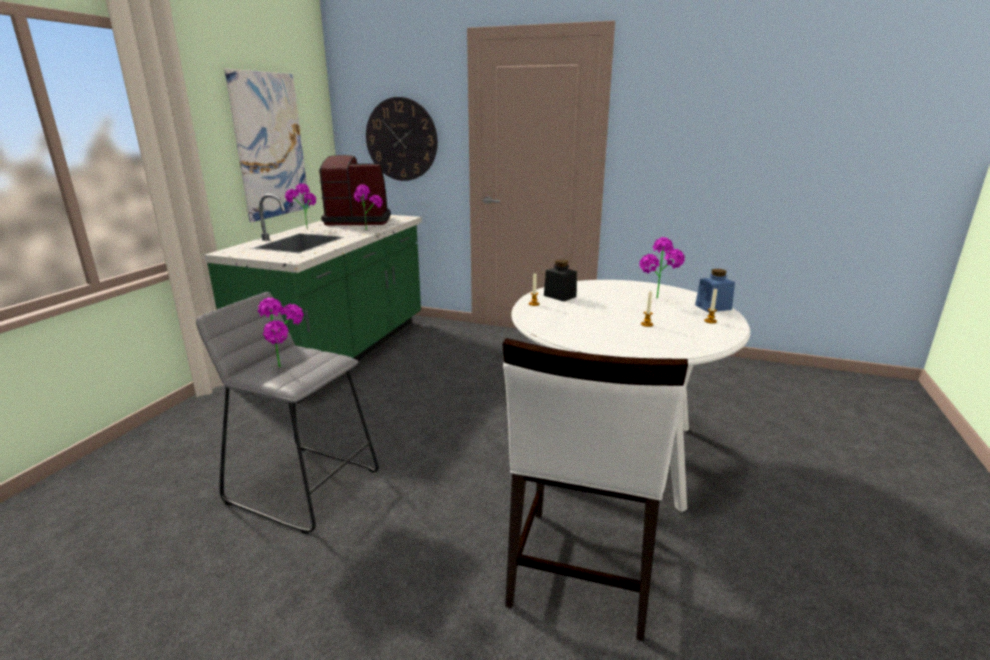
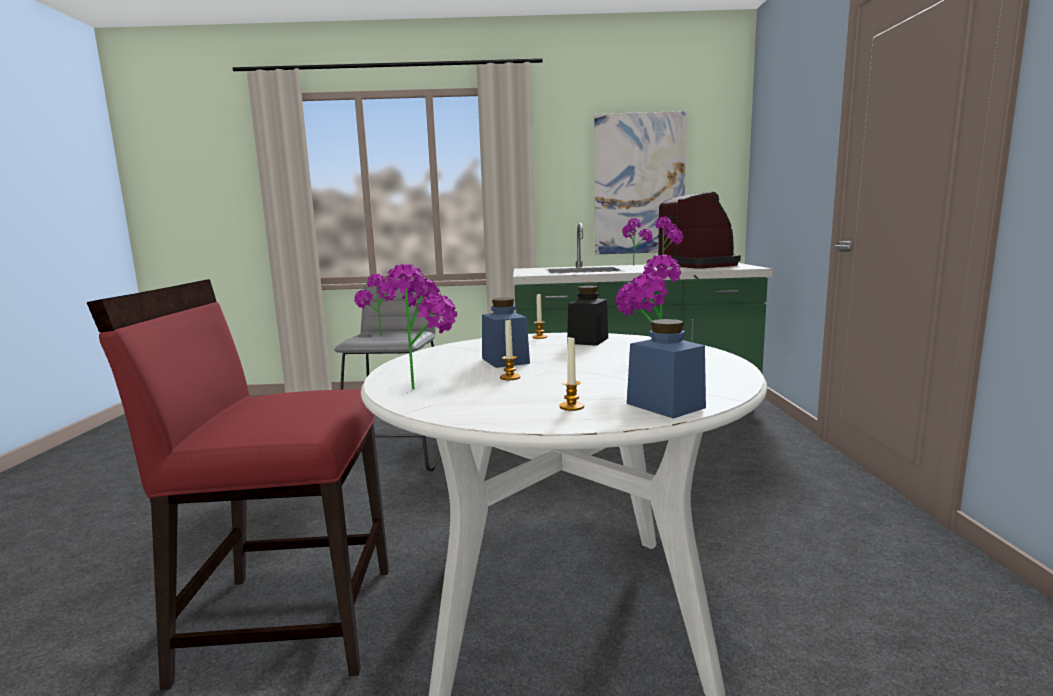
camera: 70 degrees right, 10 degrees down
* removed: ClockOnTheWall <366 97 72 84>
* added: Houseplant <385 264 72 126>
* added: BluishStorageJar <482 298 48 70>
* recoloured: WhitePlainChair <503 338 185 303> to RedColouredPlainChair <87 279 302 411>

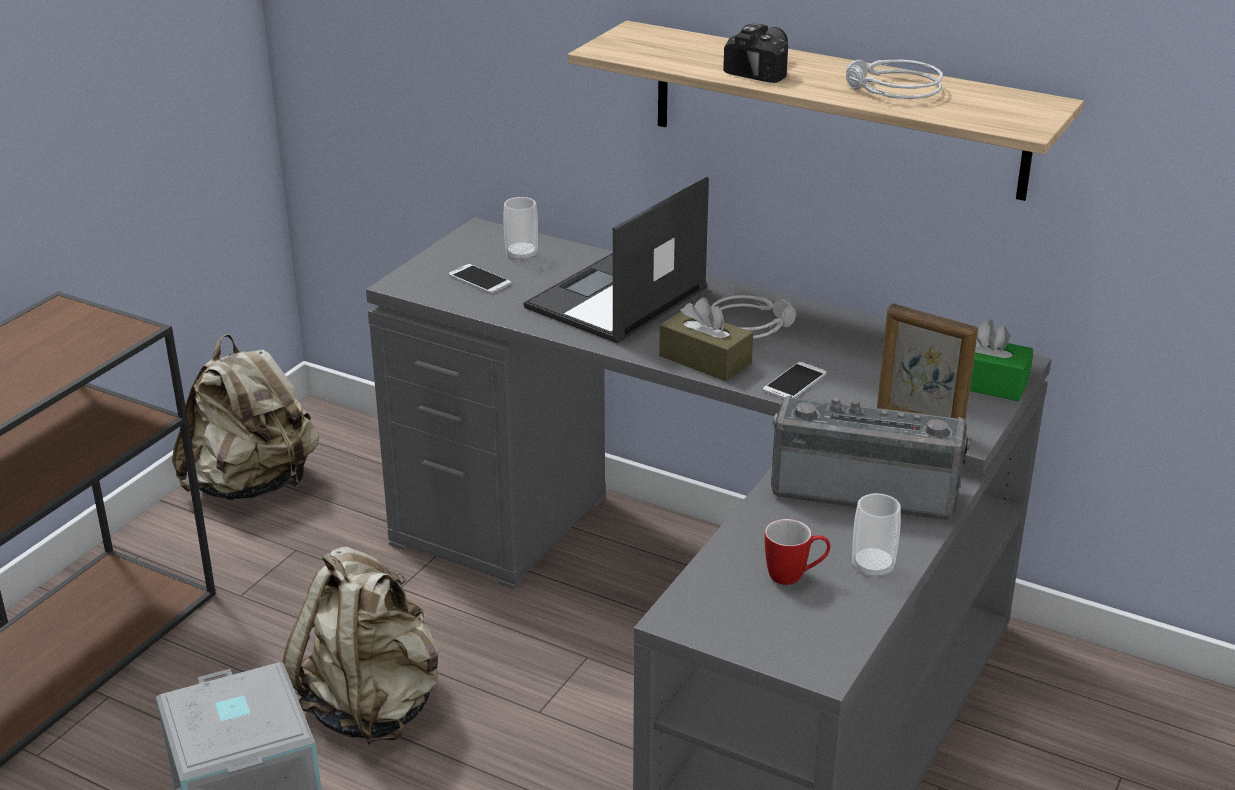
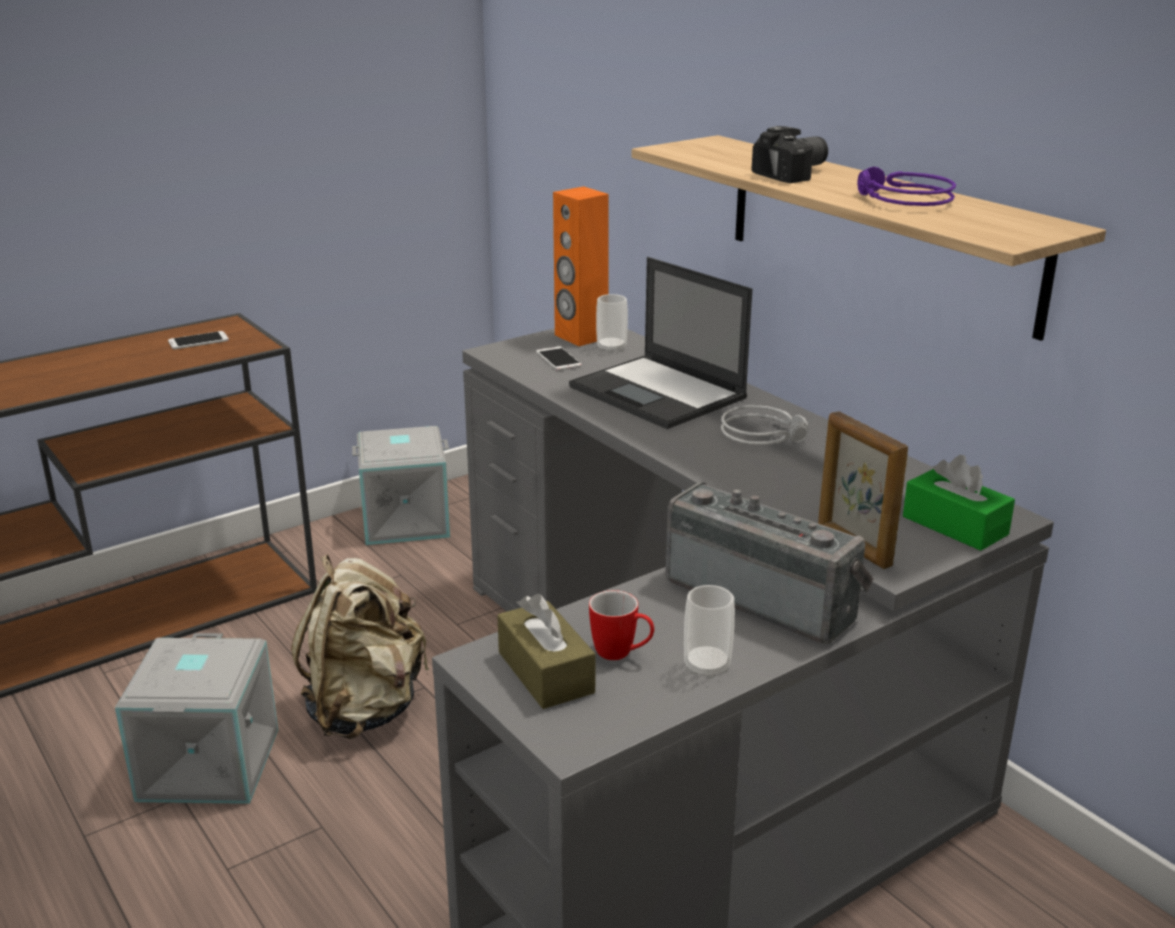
camera: 25 degrees right, 5 degrees down
* added: OrangeLoudspeaker <553 186 56 160>
* moved: BrownishBoxOfTissues <659 298 94 84> to <497 594 98 115>
* moved: Telephone <763 362 64 37> to <168 331 61 18>
* replaced: BeigeColouredBackpack <172 334 147 166> to GrayStorageContainer <352 426 98 119>
* recoloured: GrayPairOfHeadphones <846 59 97 40> to PurplishPairOfHeadphones <857 167 99 39>
* turned: Laptop <524 177 185 167> = <569 257 183 172> 105 degrees counterclockwise

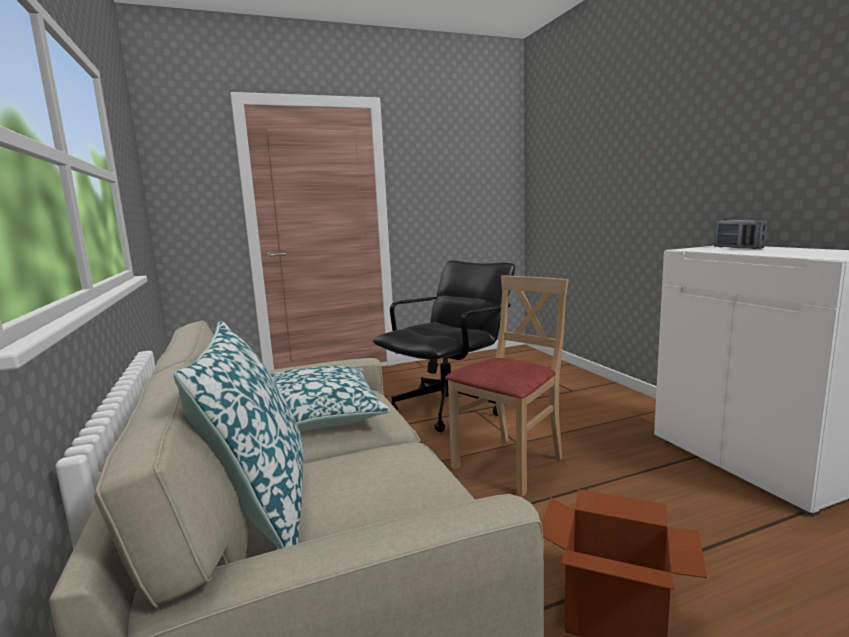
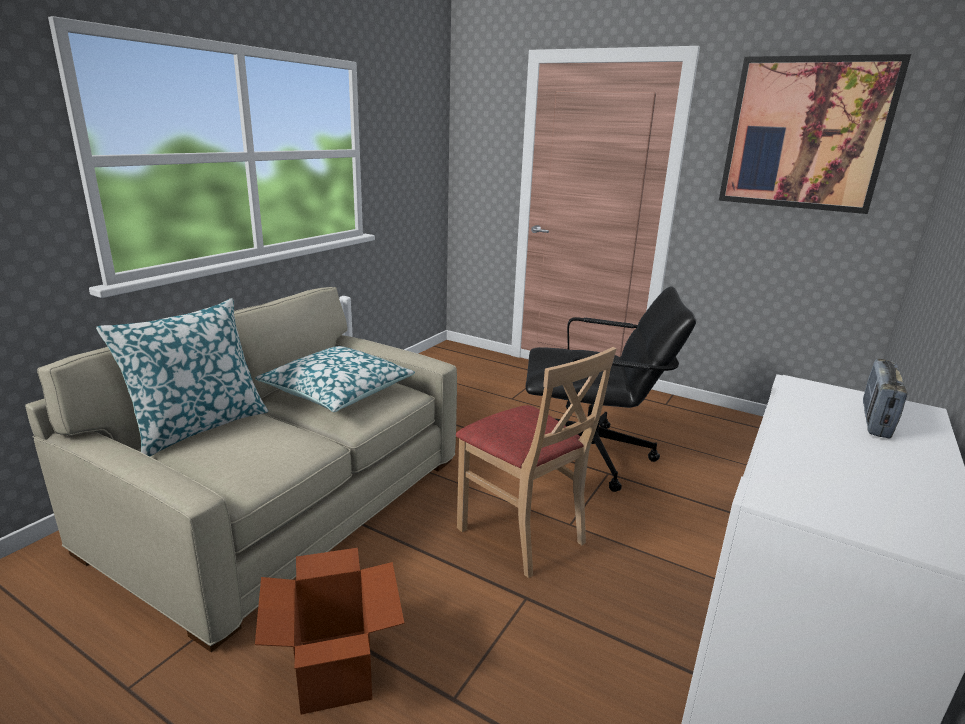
camera: 50 degrees right, 10 degrees up
* added: WallPicture <719 54 192 160>
* turned: BeigeColouredPlainChair <445 275 123 222> = <456 347 161 231> 45 degrees clockwise

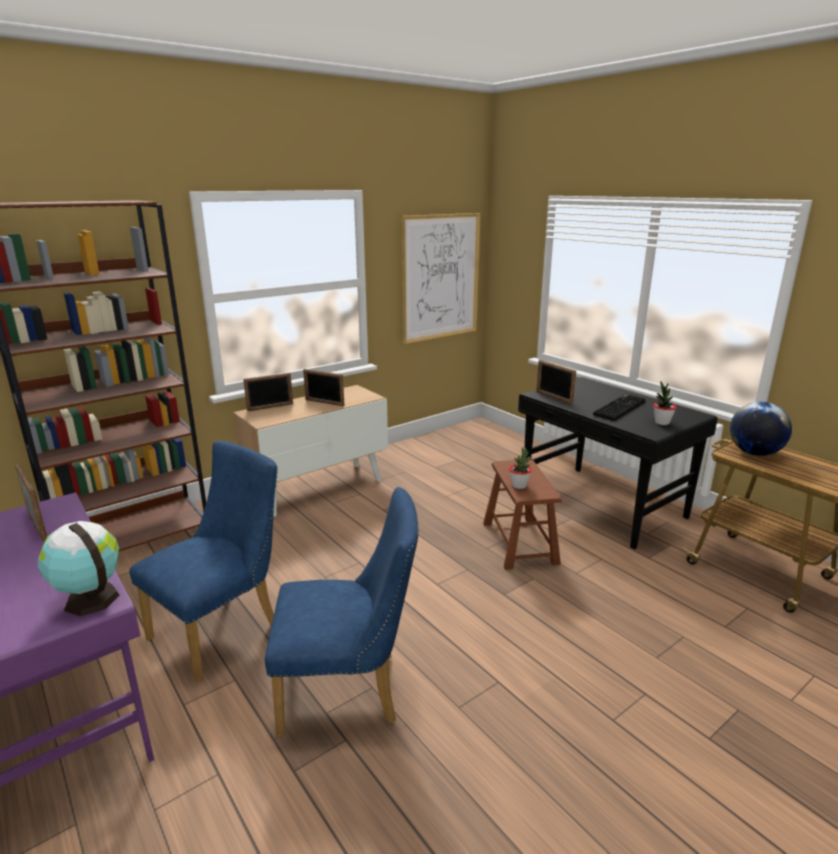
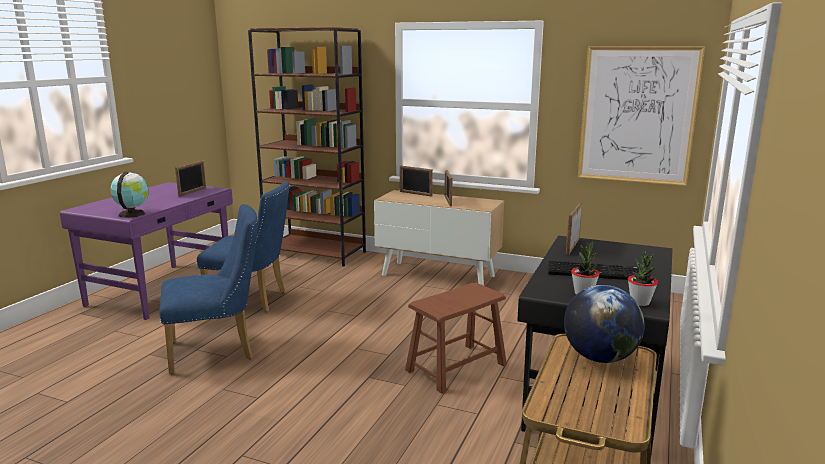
camera: 60 degrees right, 5 degrees down
* moved: Houseplant <509 447 23 42> to <628 251 30 55>
* turned: BluishPlainChair <265 487 154 250> = <159 204 99 170> 75 degrees counterclockwise

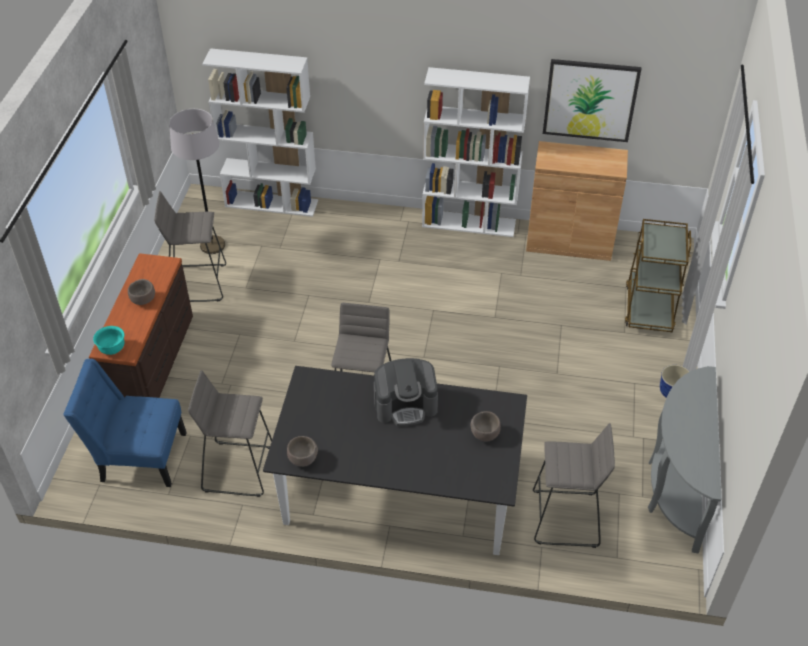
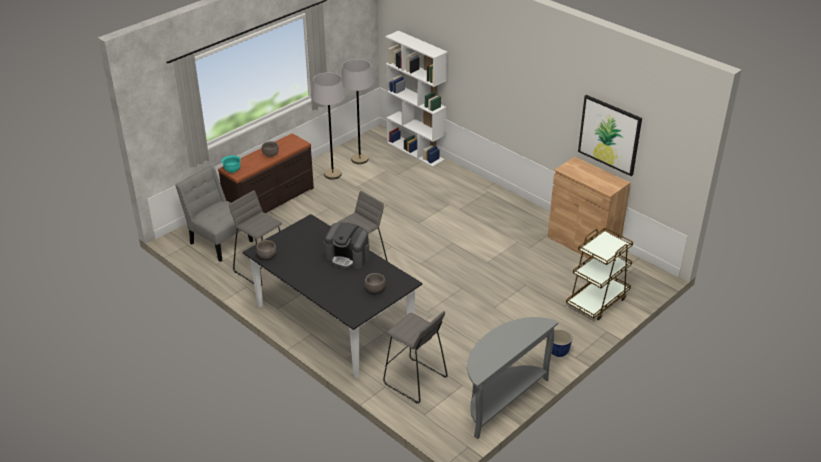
camera: 35 degrees right, 10 degrees down
* removed: WhiteShelvingUnit <422 67 108 170>
* replaced: GrayStoolSeat <154 191 72 111> to GrayStandardLamp <312 72 33 107>
* recoloured: BluishPlainChair <63 359 124 128> to GrayPlainChair <175 166 78 96>

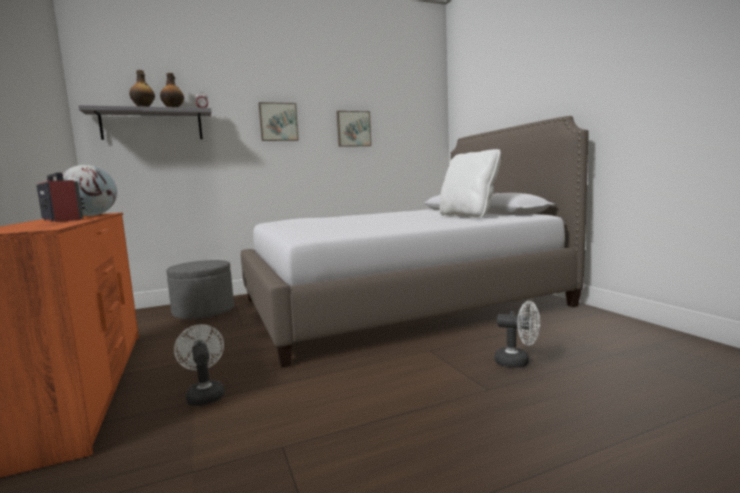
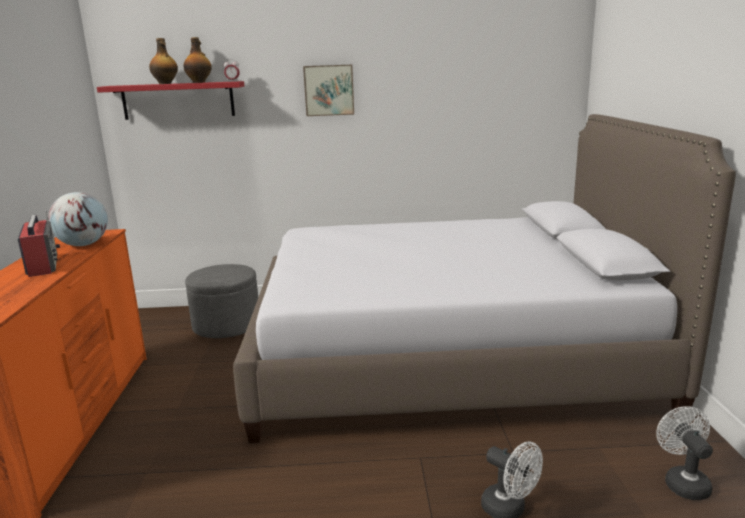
camera: 20 degrees right, 10 degrees up
* removed: WallPicture <336 111 36 36>
* removed: WhiteThrowPillow <439 149 62 69>
* moved: WhiteElectricFan <174 324 50 82> to <656 407 57 93>
* recoloured: GrayWallShelf <78 105 133 35> to RedColouredWallShelf <97 81 147 39>

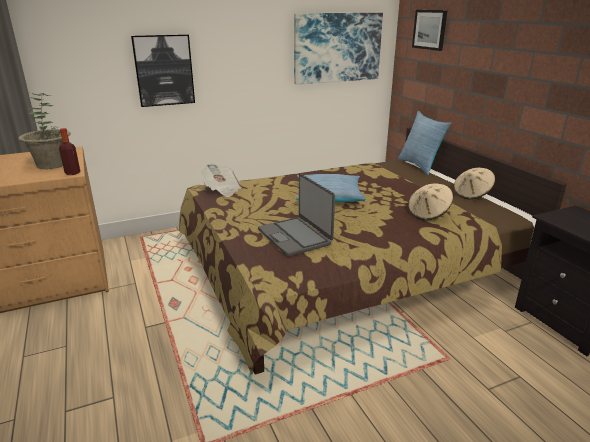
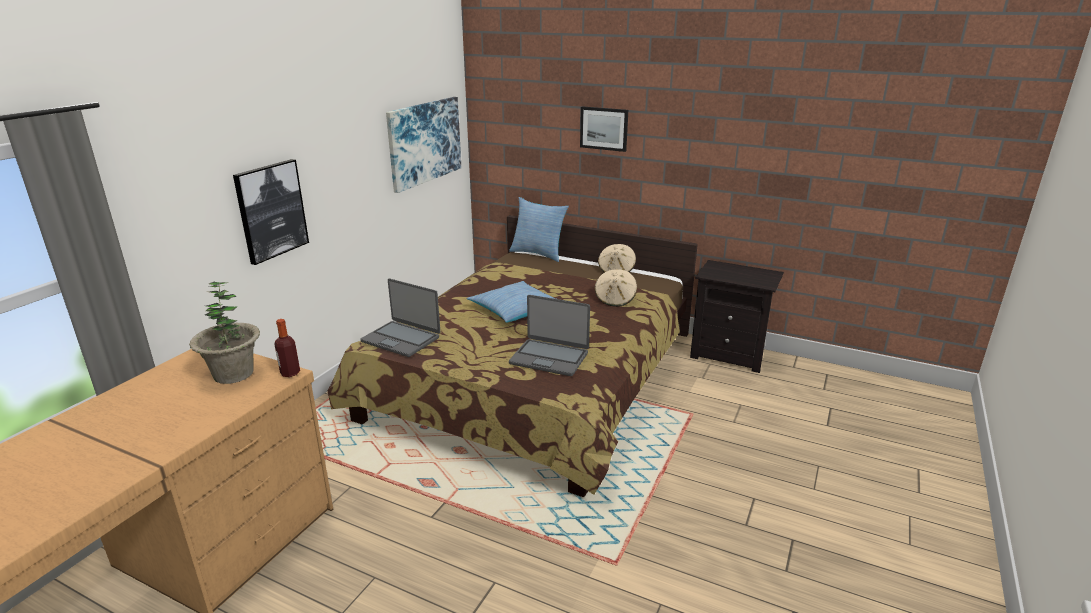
camera: 40 degrees left, 0 degrees up
* moved: WallPicture <412 10 35 41> to <580 106 48 46>
* replaced: PrintedPaper <201 164 41 33> to Laptop <360 279 80 78>

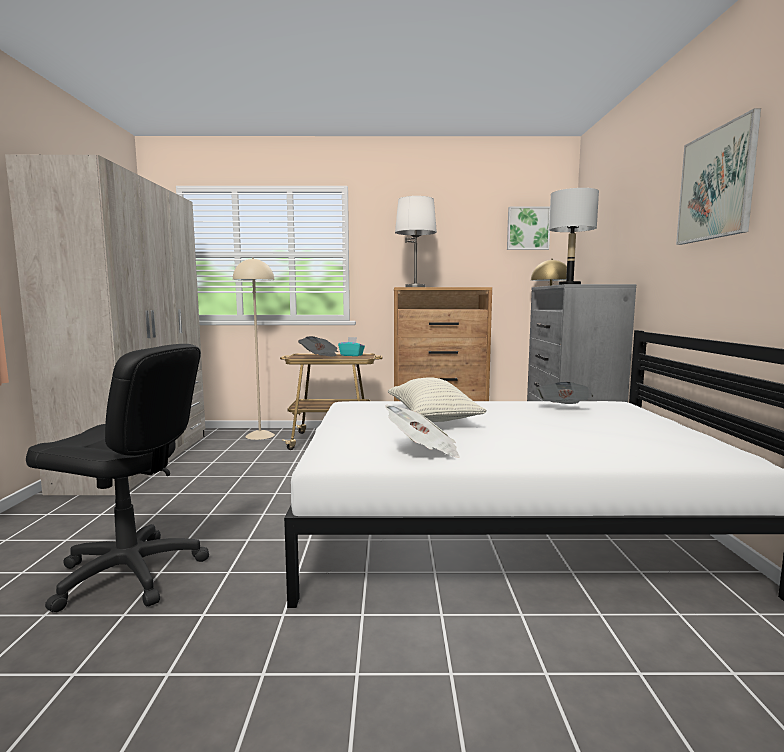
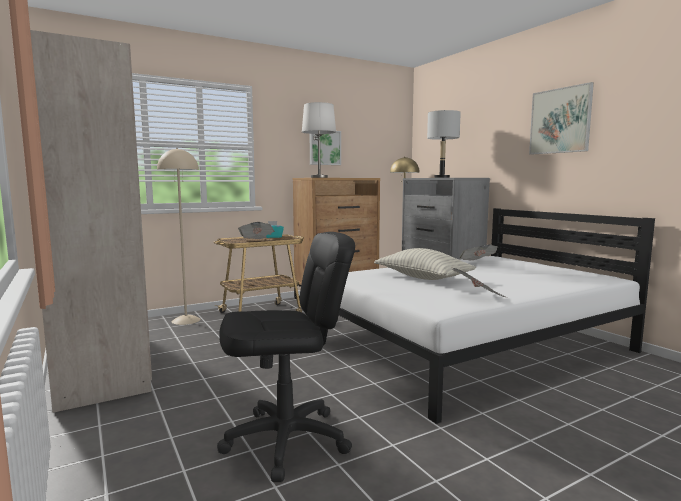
camera: 30 degrees left, 0 degrees up
* moved: WallPicture <507 206 43 44> to <310 131 31 34>

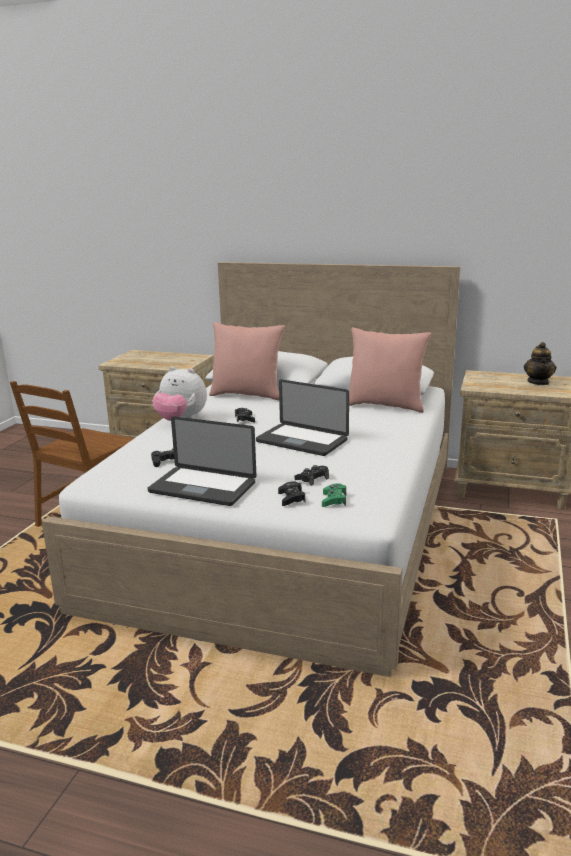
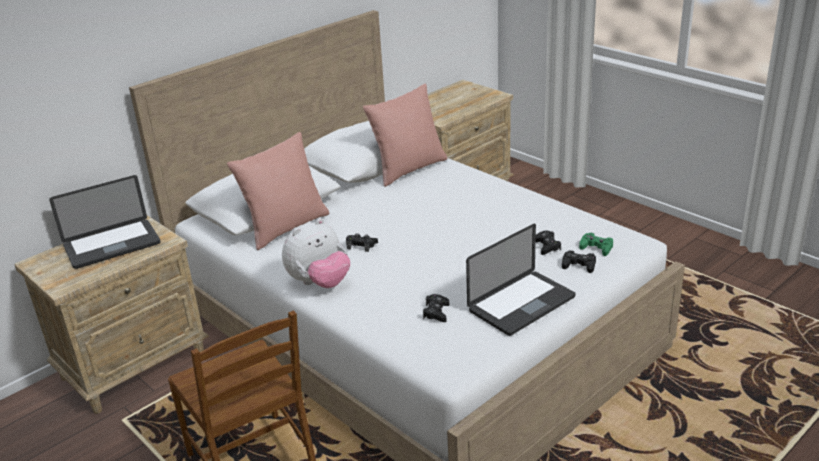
camera: 60 degrees left, 10 degrees up
* removed: TeaPot <524 342 32 43>
* moved: Laptop <256 379 93 77> to <49 175 111 94>

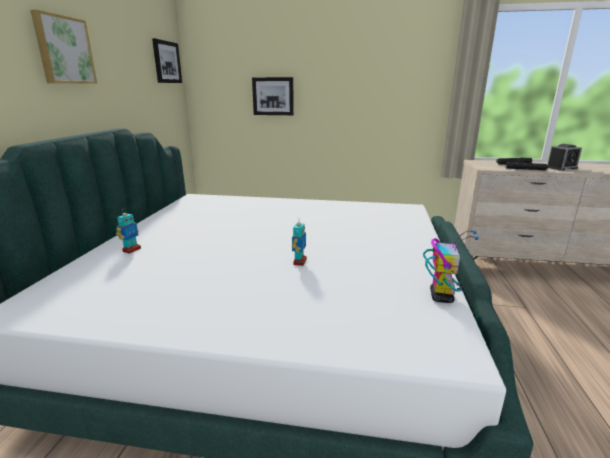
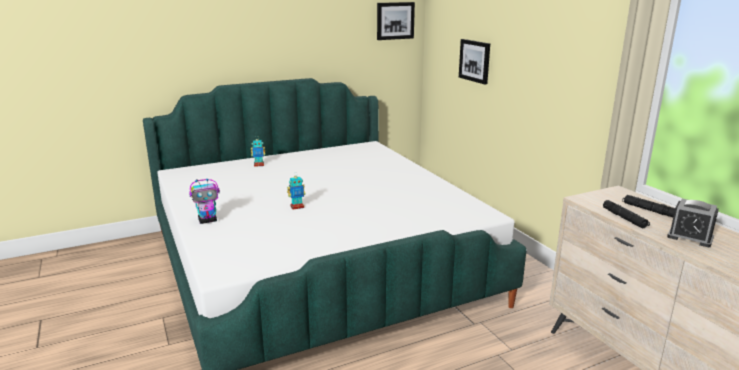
camera: 55 degrees right, 0 degrees up
* removed: WallPicture <30 10 67 74>
* moved: ToyRobot <423 231 56 72> to <189 178 31 46>

